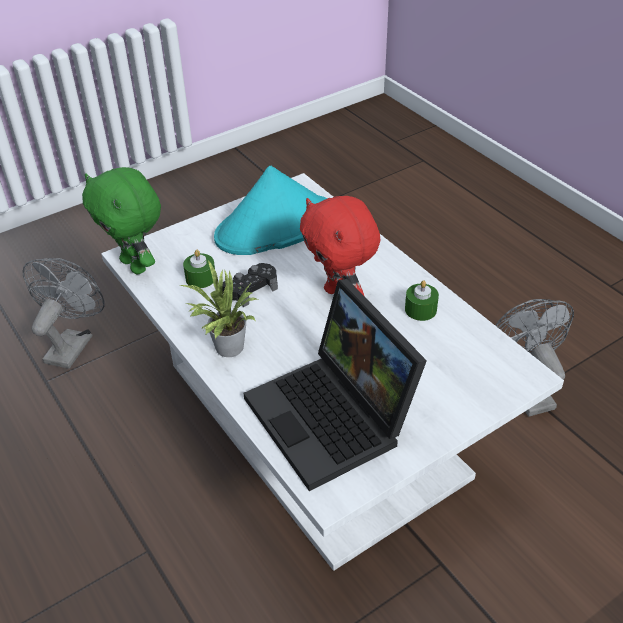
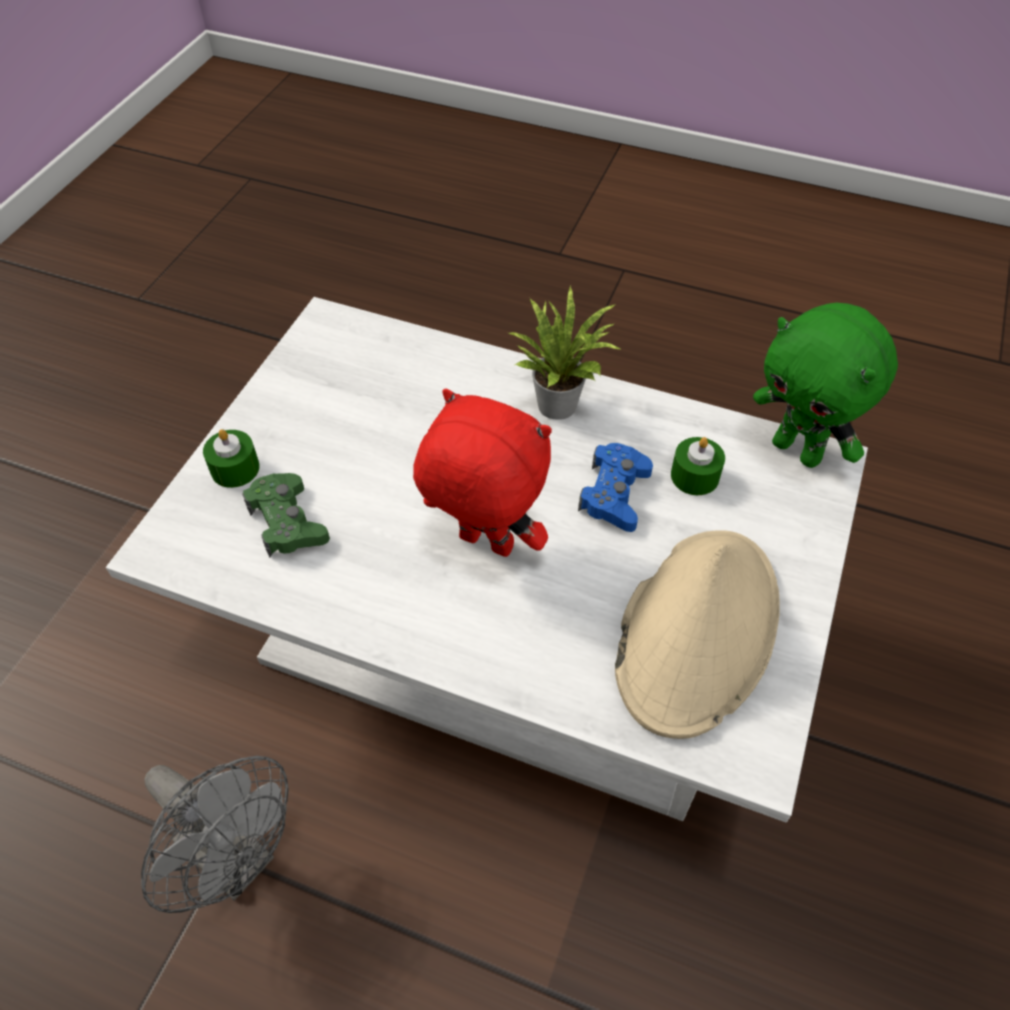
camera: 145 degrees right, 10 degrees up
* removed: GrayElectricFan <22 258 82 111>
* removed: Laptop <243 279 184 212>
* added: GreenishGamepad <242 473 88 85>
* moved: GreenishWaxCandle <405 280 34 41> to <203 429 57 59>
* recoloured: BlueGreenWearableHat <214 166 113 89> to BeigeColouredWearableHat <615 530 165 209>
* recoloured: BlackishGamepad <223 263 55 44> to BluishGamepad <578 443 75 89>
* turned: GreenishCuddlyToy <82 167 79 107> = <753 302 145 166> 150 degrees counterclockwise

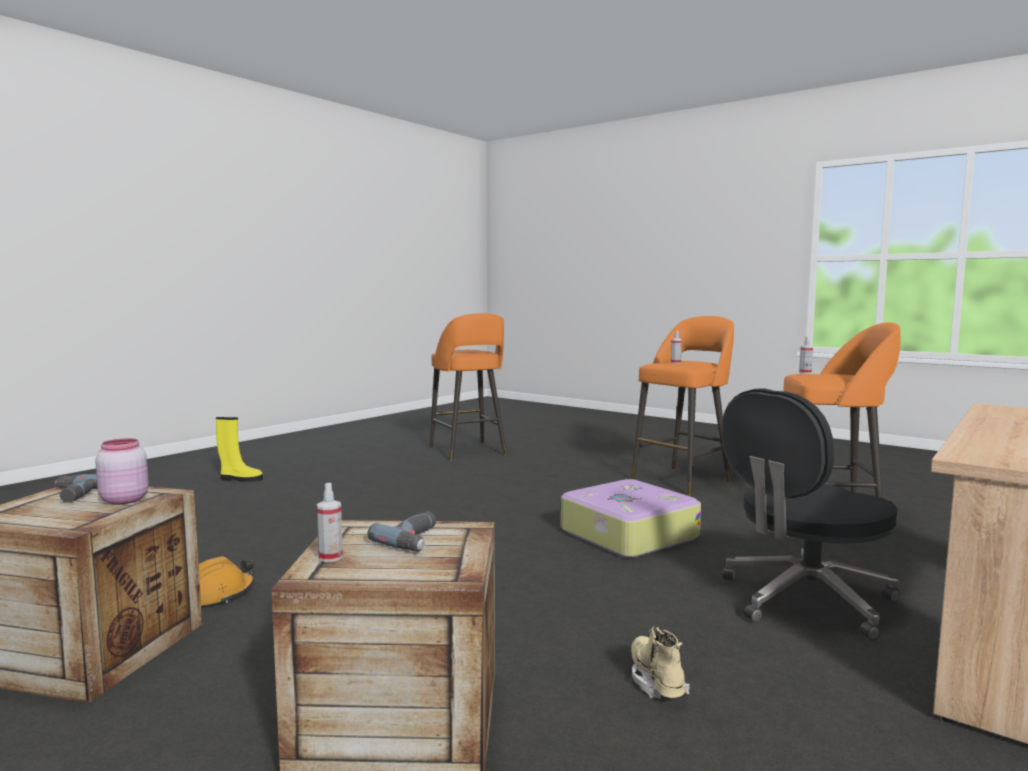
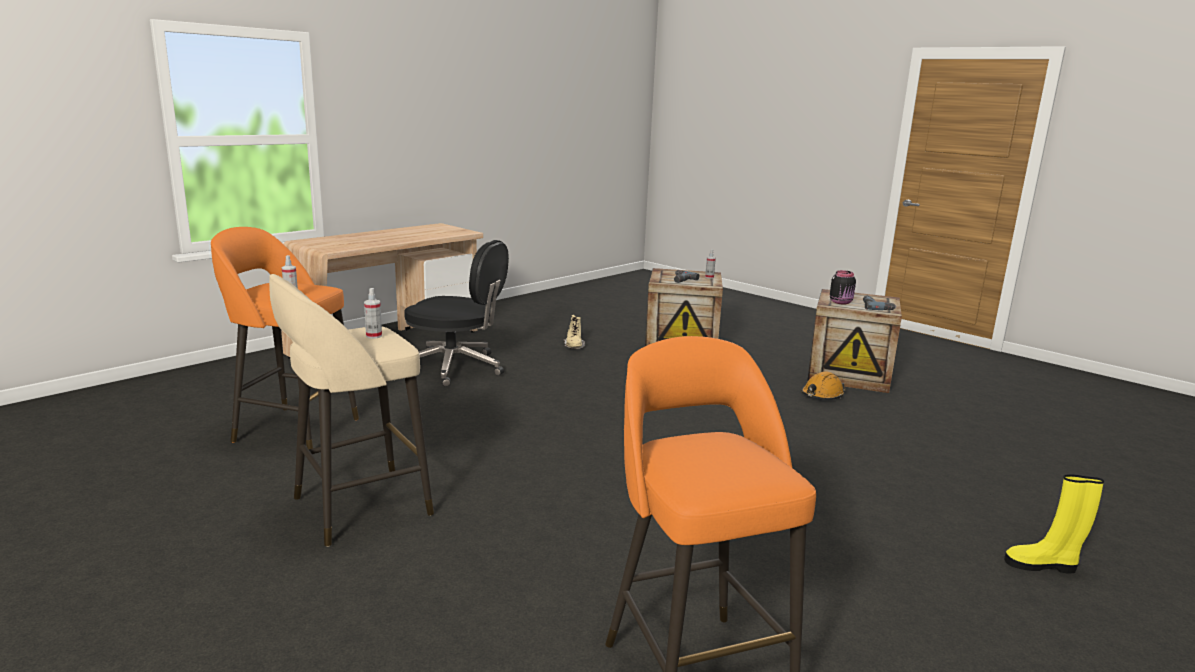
camera: 175 degrees left, 10 degrees up
* removed: Suitcase <561 479 140 79>
* recoloured: PinkColouredStorageJar <95 438 54 67> to BlackishStorageJar <830 270 26 34>
* recoloured: OrangeStoolSeat <630 316 104 179> to BeigeColouredStoolSeat <269 274 165 273>
* turned: BlackishComputerChair <722 389 178 251> = <404 240 105 147> 45 degrees clockwise

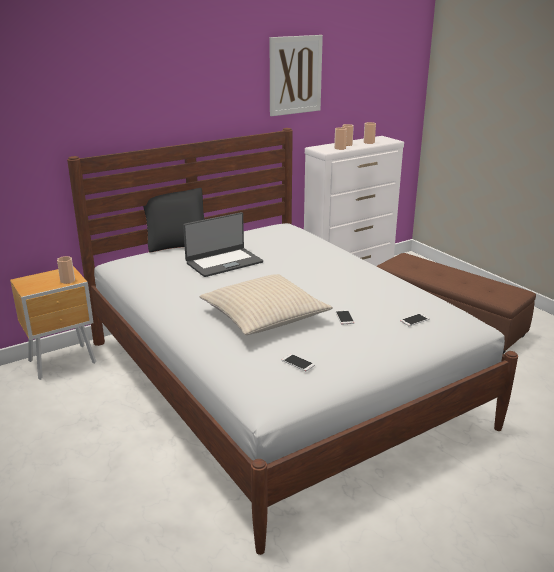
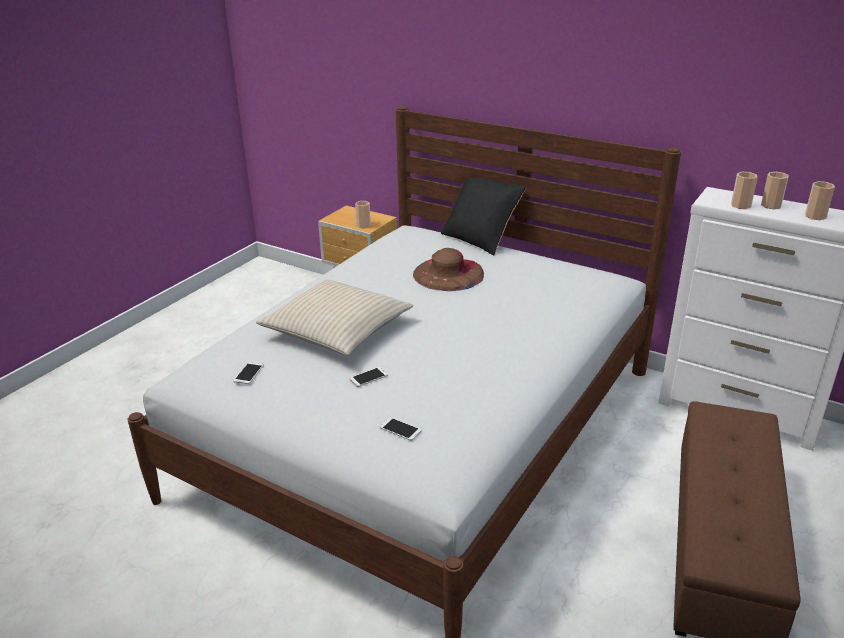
camera: 65 degrees right, 5 degrees up
* removed: WallPicture <270 35 53 81>
* replaced: Laptop <183 212 80 65> to BrownishWearableHat <413 248 71 43>

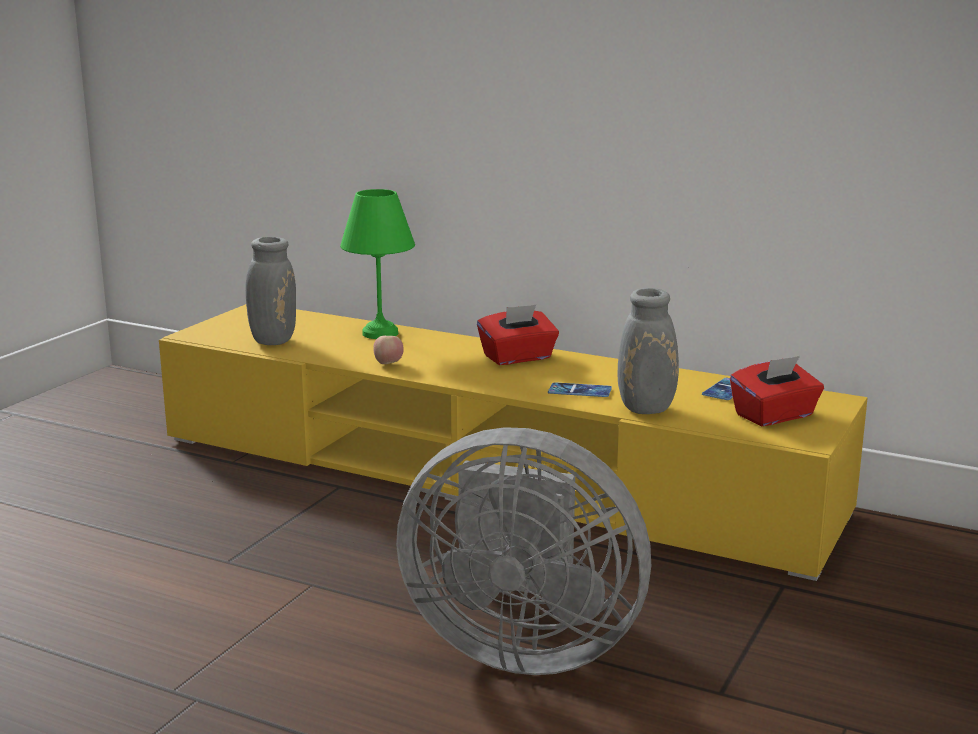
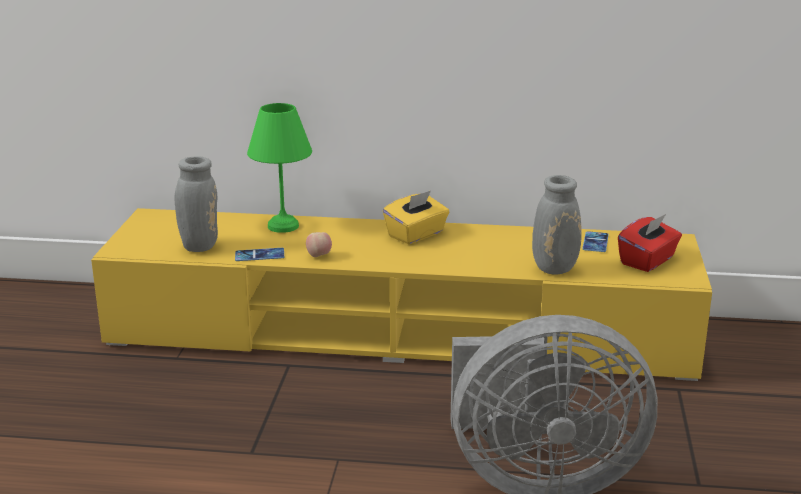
camera: 20 degrees left, 5 degrees up
* moved: Telephone <548 382 64 15> to <235 248 49 13>
* recoloured: RedColouredBoxOfTissues <477 305 82 60> to YellowBoxOfTissues <383 191 66 53>

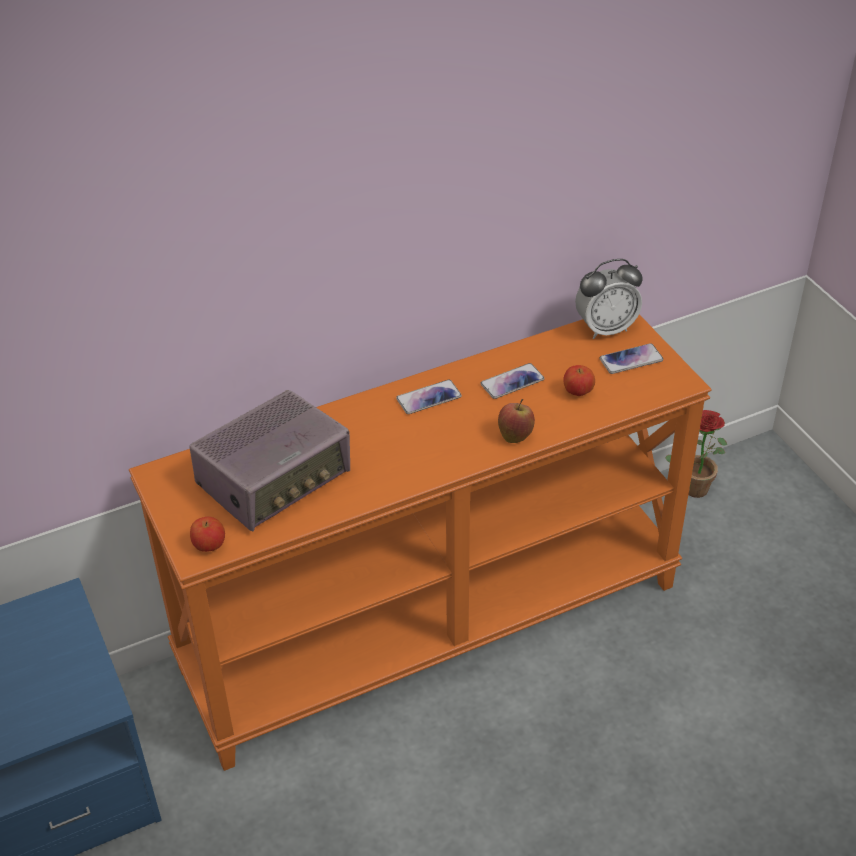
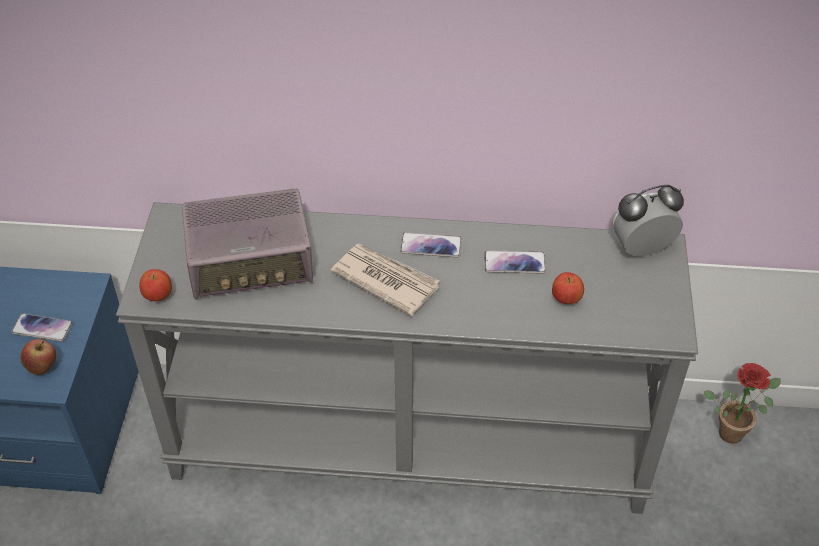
camera: 30 degrees right, 5 degrees up
* added: PrintedPaper <331 244 108 72>
* moved: Apple <498 399 37 44> to <21 339 35 36>
* moved: Telephone <599 343 65 31> to <11 314 61 28>
* recoloured: OrangeHallTable <129 314 583 457> to GrayHallTable <116 202 582 312>
* turned: BedsideClock <575 259 68 80> = <612 185 72 71> 150 degrees clockwise

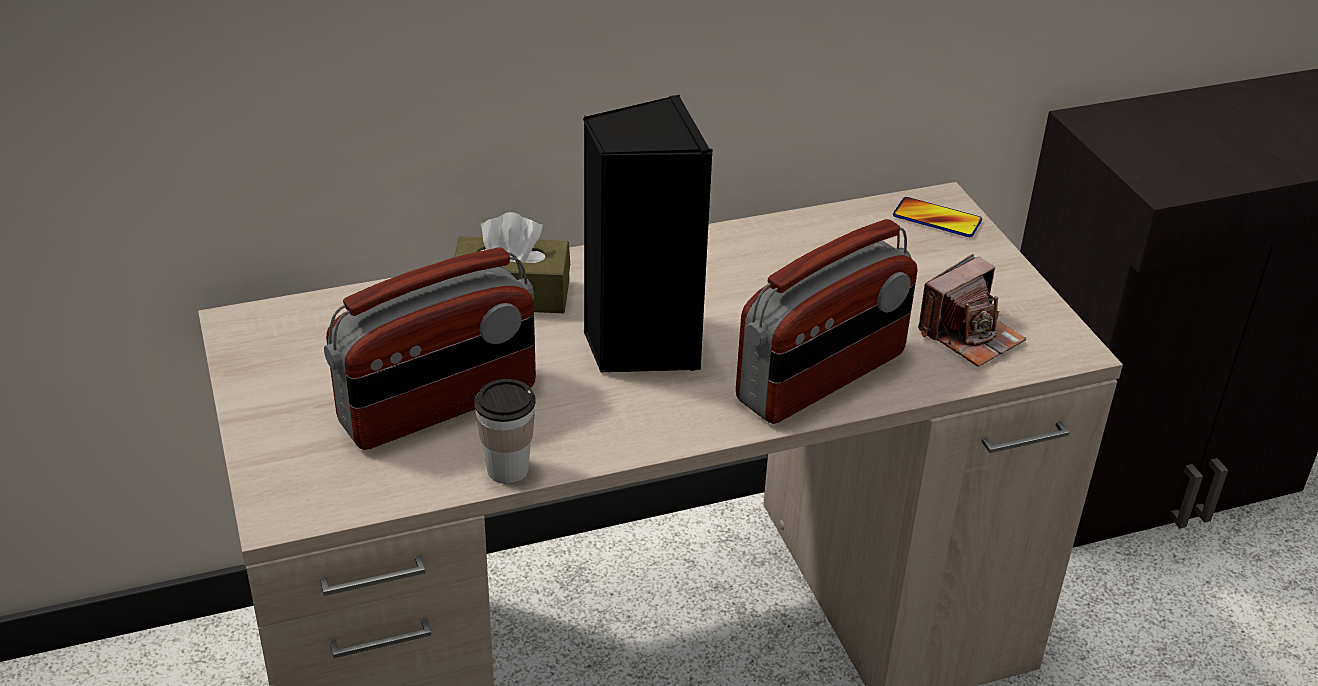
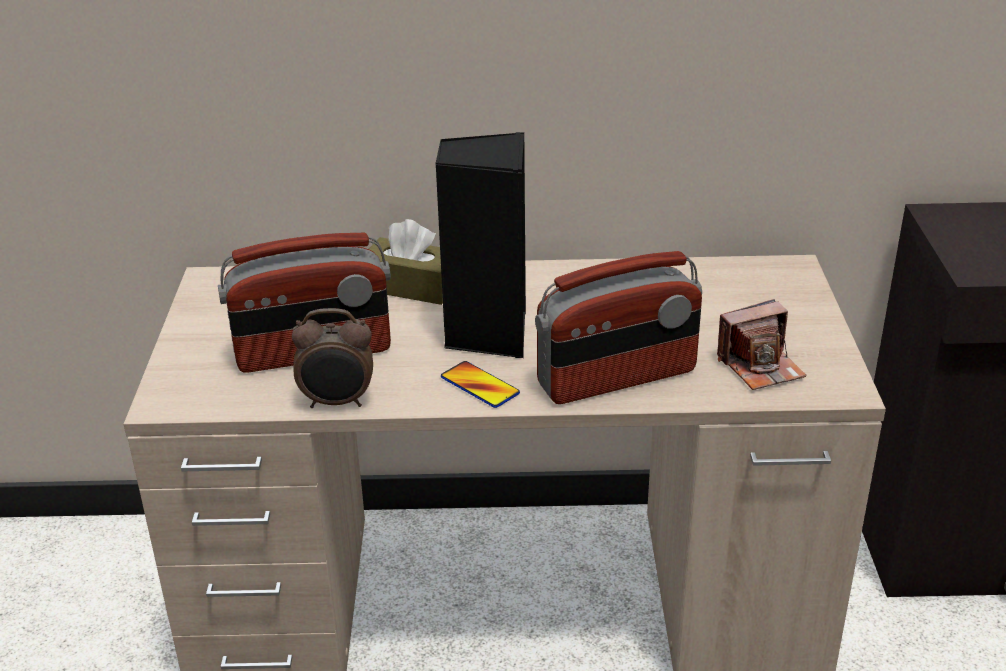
camera: 20 degrees right, 5 degrees down
* moved: Telephone <893 197 89 40> to <441 361 79 47>
* replaced: DrinkingCup <474 379 61 105> to BedsideClock <292 308 81 100>

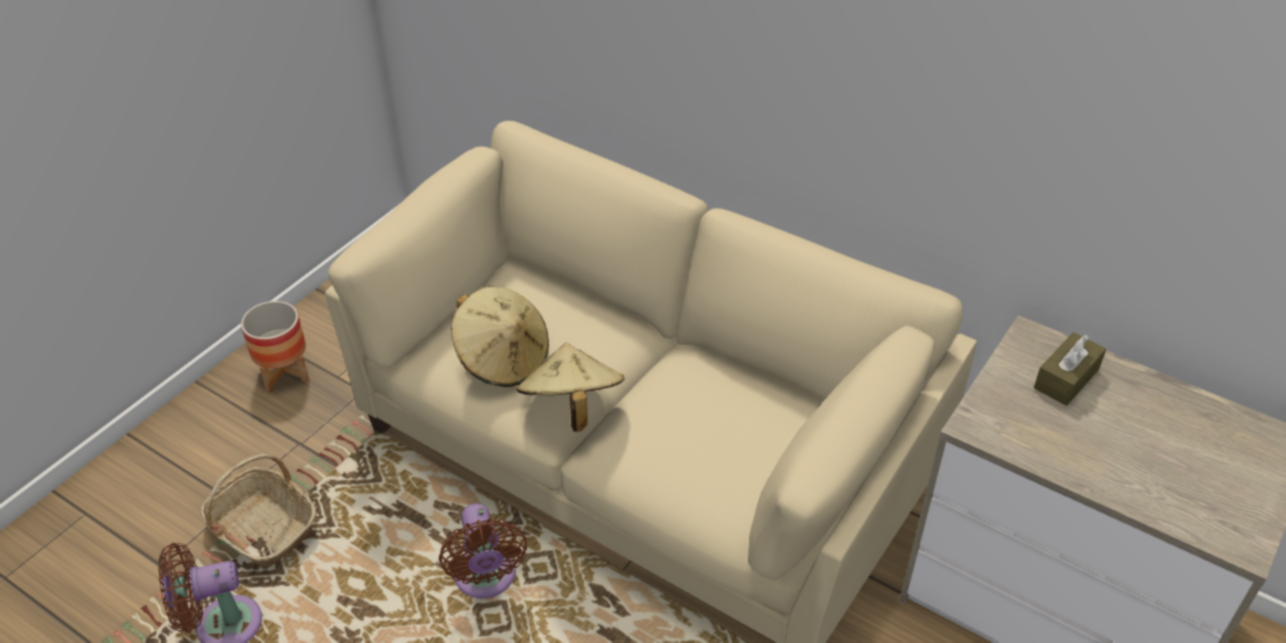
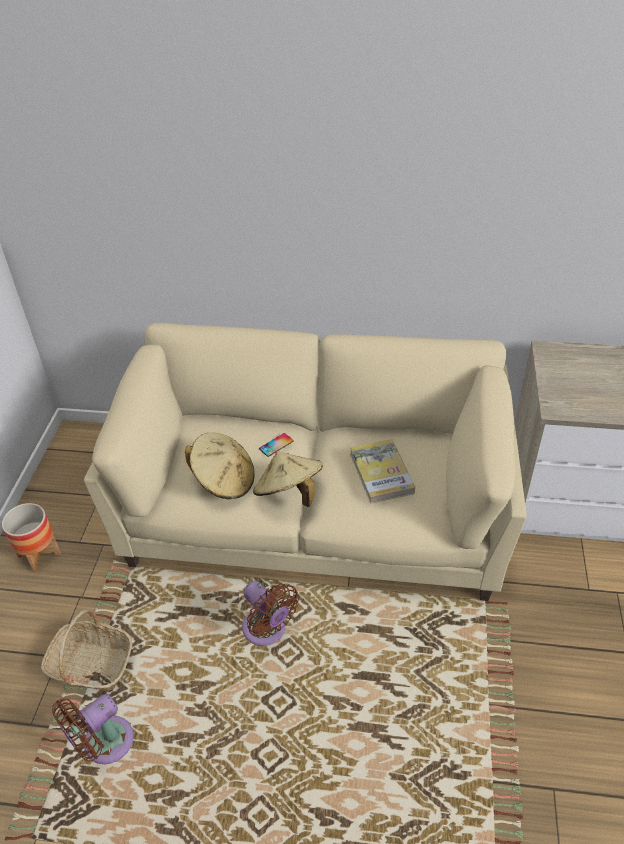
camera: 25 degrees left, 0 degrees up
* removed: BrownishBoxOfTissues <1034 332 72 74>
* added: Telephone <259 433 35 24>
* added: Volume <350 439 65 65>

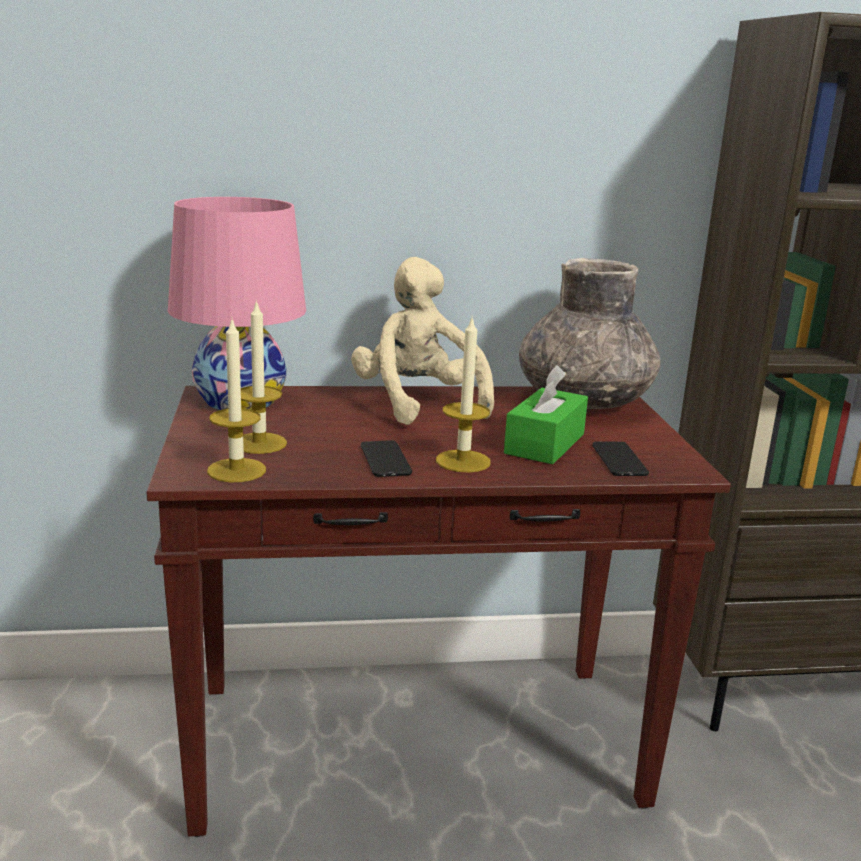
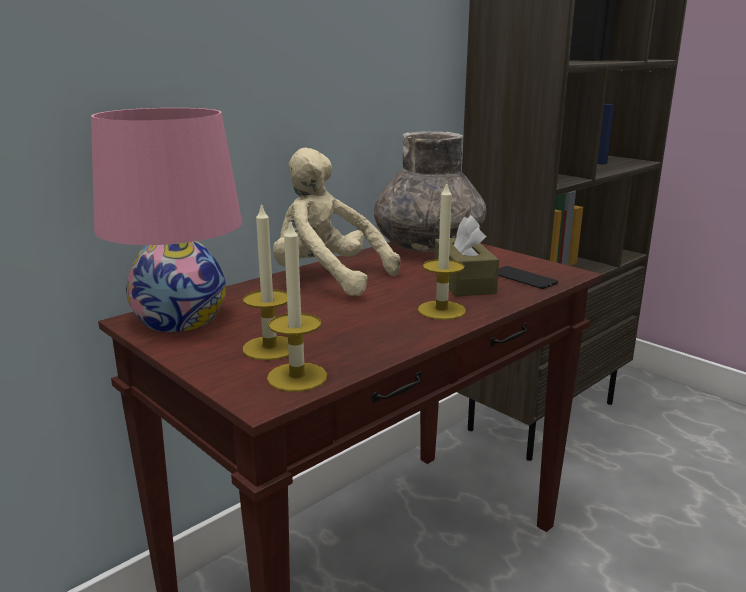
camera: 35 degrees left, 0 degrees up
* removed: Telephone <361 440 51 37>
* recoloured: GreenishBoxOfTissues <504 365 84 99> to BrownishBoxOfTissues <434 215 65 81>

